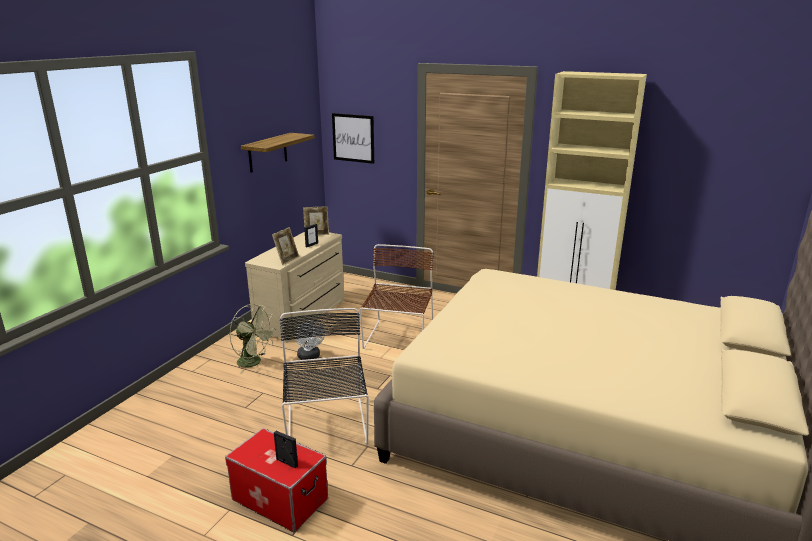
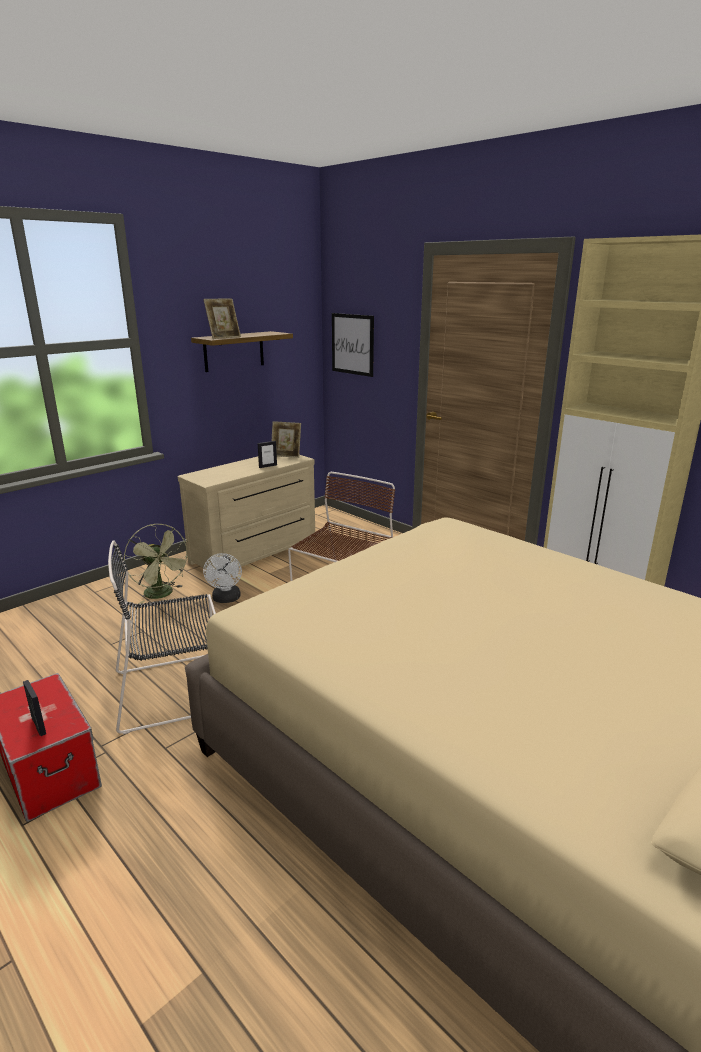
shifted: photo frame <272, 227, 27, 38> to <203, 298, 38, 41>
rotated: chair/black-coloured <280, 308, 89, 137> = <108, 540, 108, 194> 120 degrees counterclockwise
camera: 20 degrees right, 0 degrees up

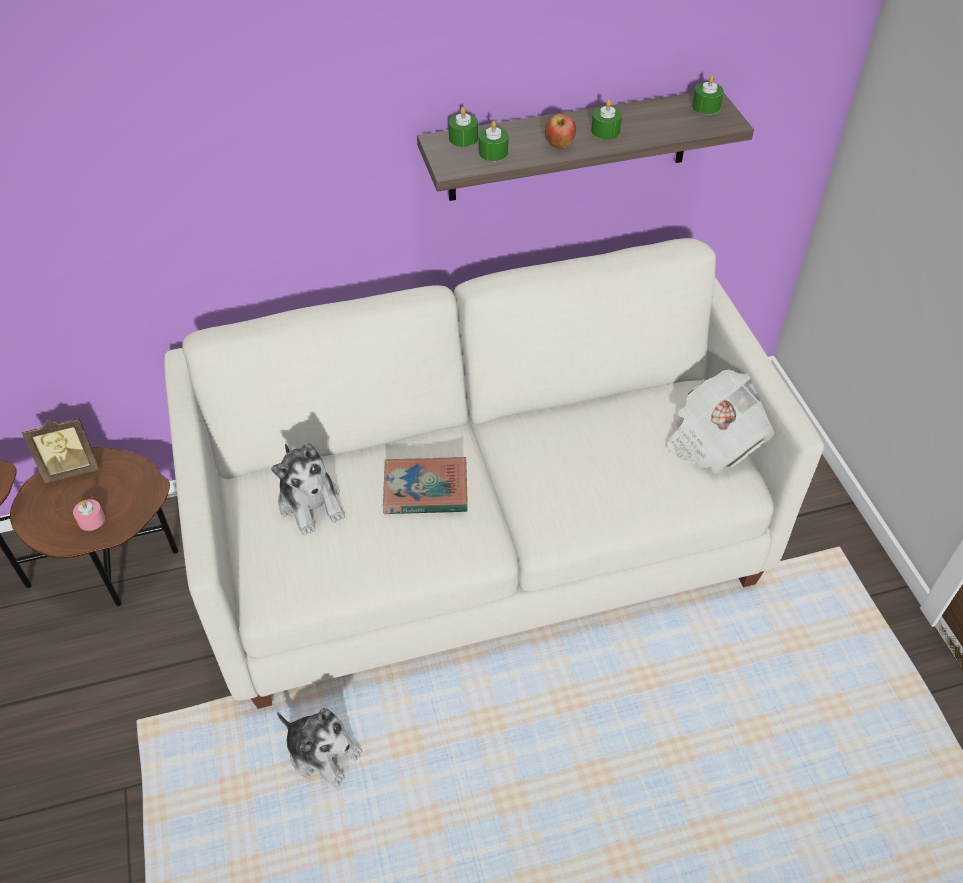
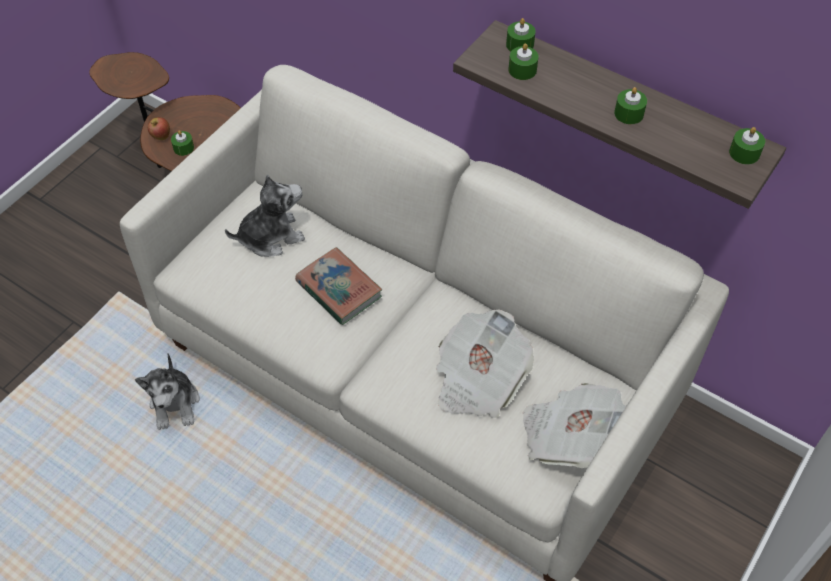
gone: photo frame <22, 418, 78, 65>
new: daily paper <436, 309, 98, 109>
shifted: apple <545, 114, 31, 35> to <148, 117, 22, 23>
repainted: wax light/pink <73, 499, 32, 32> to wax light/green-coloured <171, 130, 23, 26>
rotated: soft toy <271, 443, 74, 92> = <225, 174, 80, 83> 135 degrees counterclockwise
camera: 50 degrees right, 5 degrees up

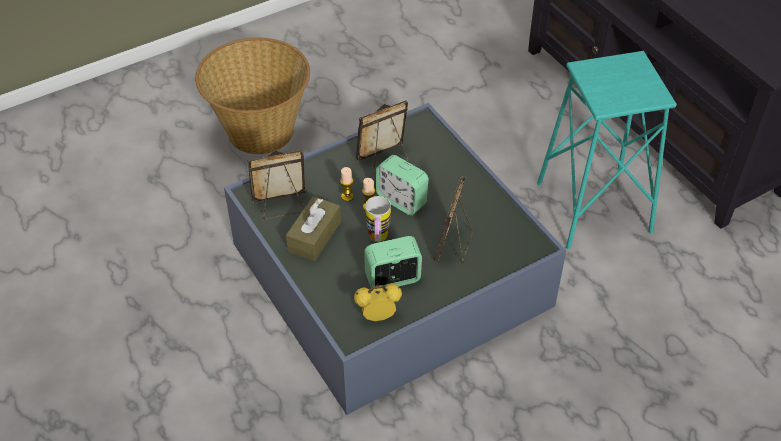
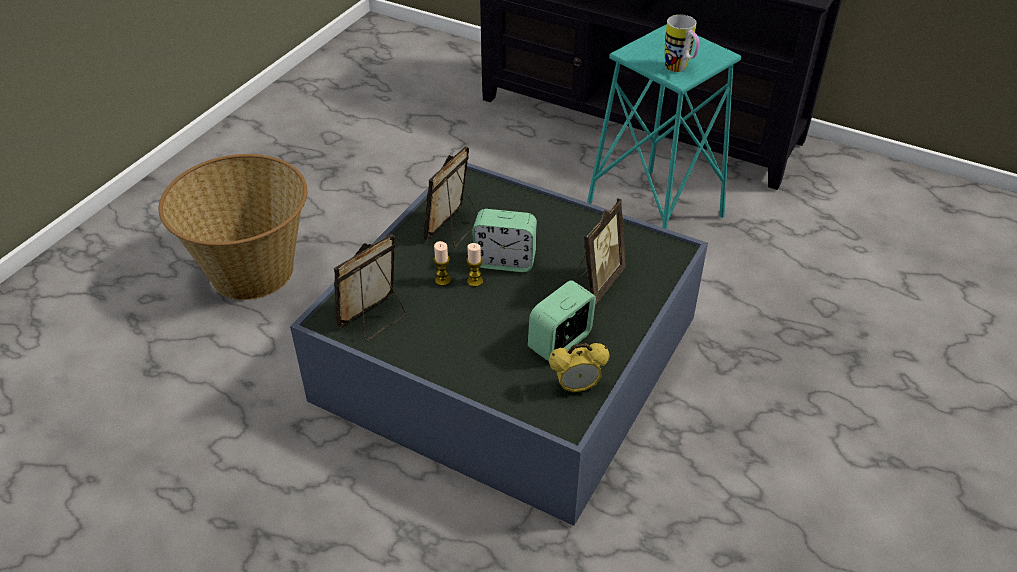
gone: tissue holder/brown <286, 196, 55, 65>
shifted: coffee mug <365, 196, 26, 46> to <665, 15, 34, 57>
rotated: photo frame <434, 176, 39, 87> = <573, 198, 53, 107> 135 degrees counterclockwise; bedside clock <354, 284, 48, 37> = <549, 343, 61, 50> 150 degrees counterclockwise
camera: 30 degrees left, 5 degrees down

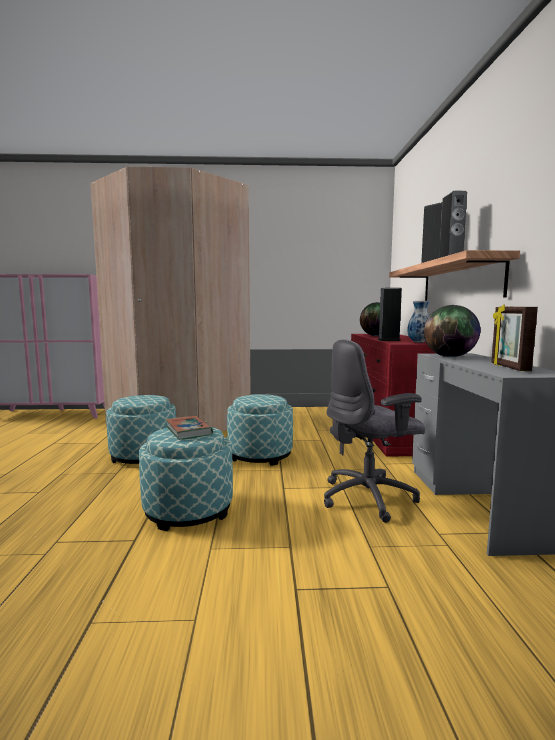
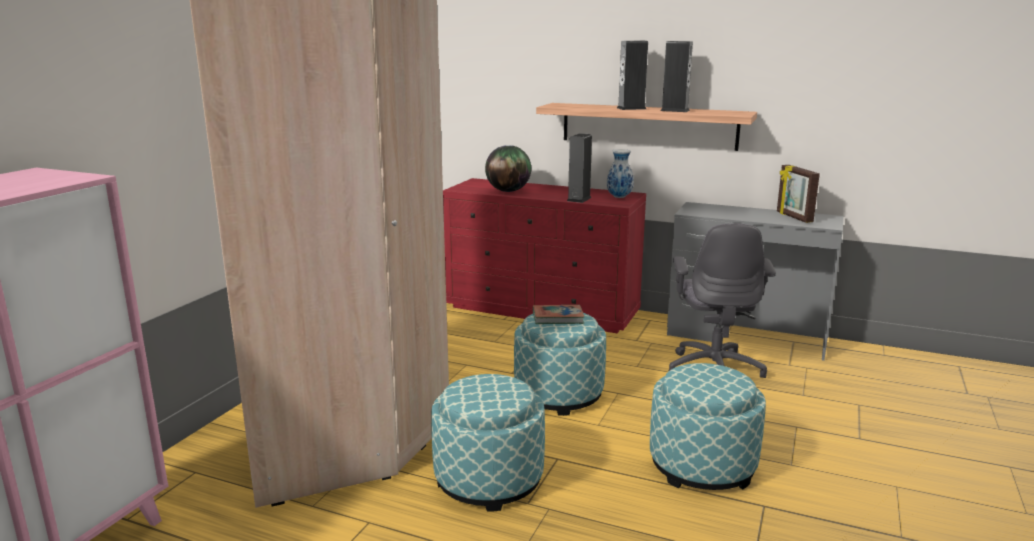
gone: world globe <424, 305, 56, 52>
shifted: book <165, 416, 48, 24> to <533, 305, 51, 19>
rotated: photo frame <491, 305, 47, 66> = <777, 165, 43, 58> 45 degrees clockwise
camera: 65 degrees left, 10 degrees up

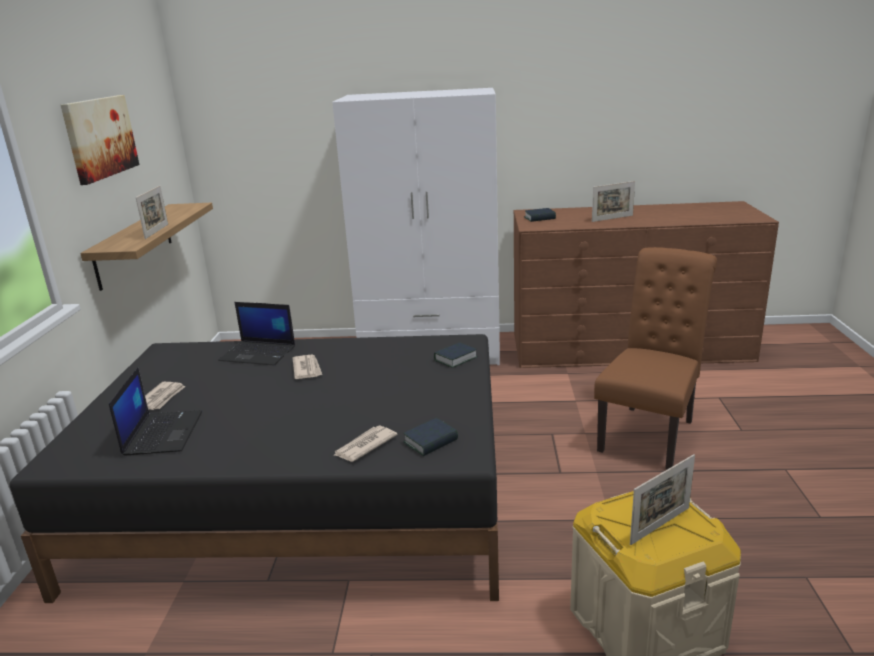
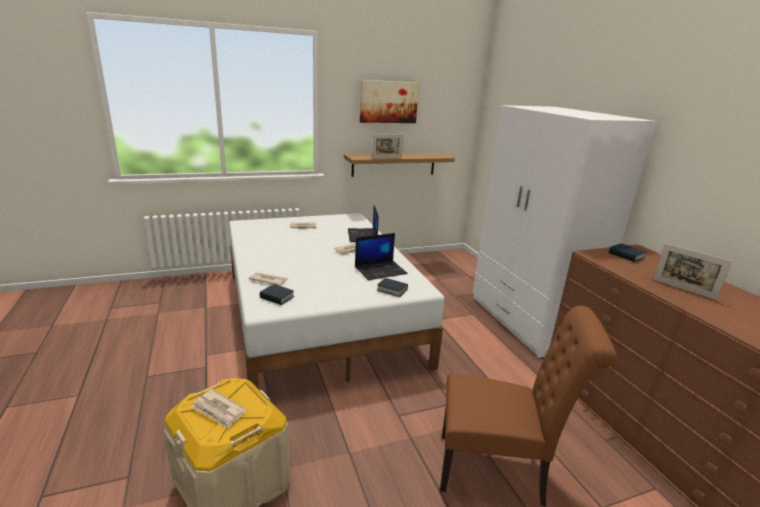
shifted: notebook computer <109, 367, 93, 89> to <355, 233, 53, 47>
swapped: photo frame <630, 454, 65, 91> to daily paper <191, 389, 56, 40>
repainted: bed/black-coloured <9, 334, 490, 269> to bed/white <229, 213, 216, 176>
camera: 65 degrees right, 0 degrees up

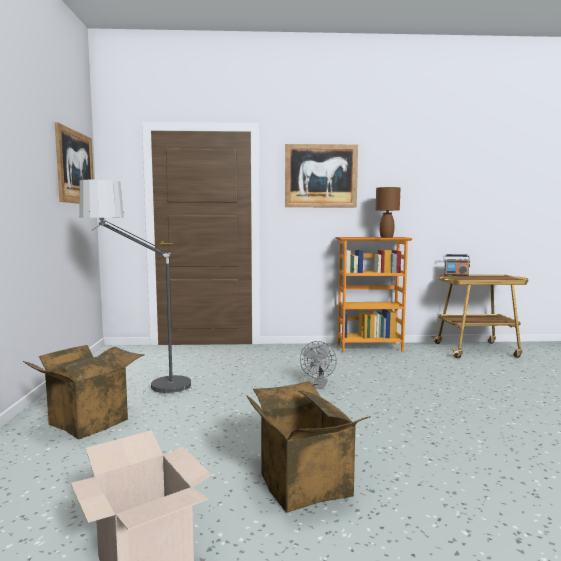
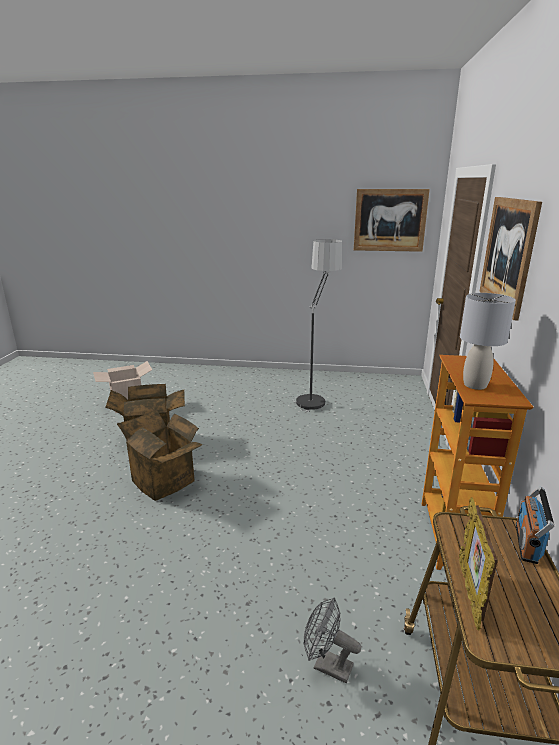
new: photo frame <459, 497, 39, 133>
shifted: electric fan/greyish <300, 341, 37, 48> to <303, 598, 58, 85>; packing box <23, 345, 122, 94> to <117, 409, 86, 92>
repainted: tabletop lamp/brown <376, 187, 24, 51> to tabletop lamp/greyish <460, 293, 56, 97>
camera: 100 degrees right, 15 degrees up

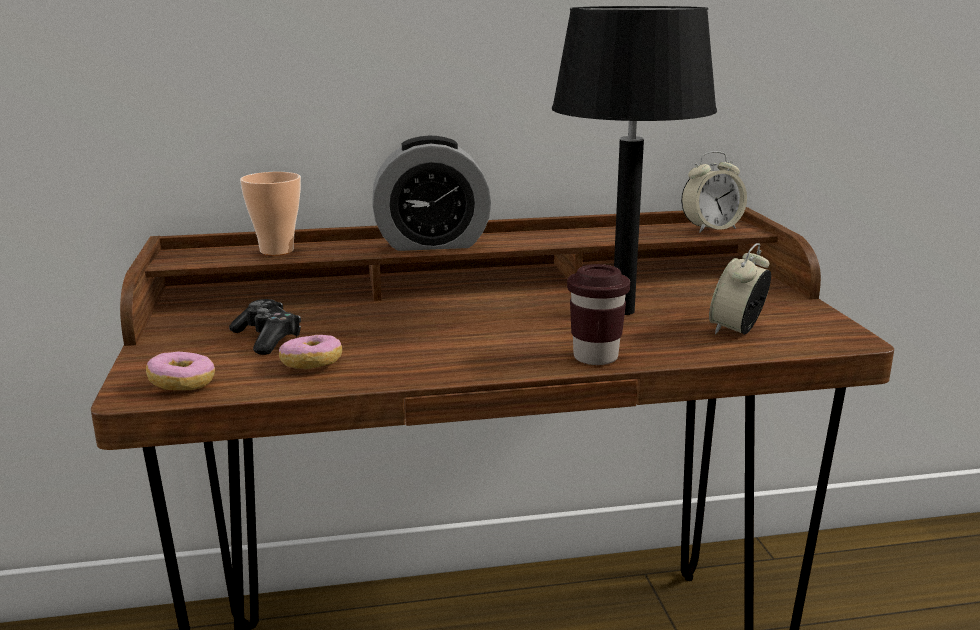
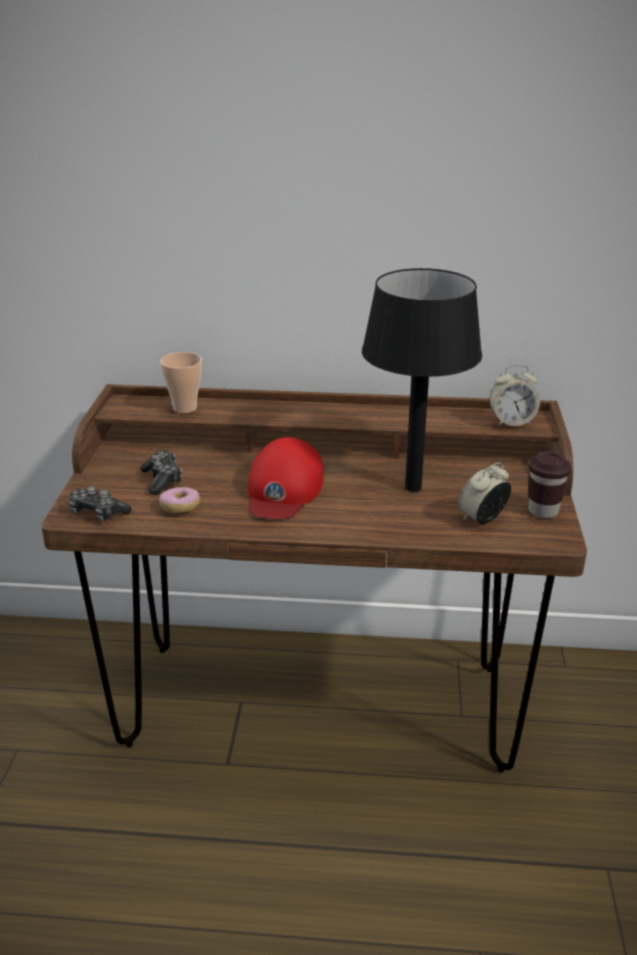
gone: bedside clock <372, 136, 119, 115>
new: peaked cap/reddish <248, 437, 76, 82>
shifted: cup/brown <567, 264, 63, 101> to <528, 451, 44, 67>
swapped: doughnut <146, 352, 69, 38> to joypad <68, 486, 64, 35>
camera: 15 degrees right, 10 degrees up

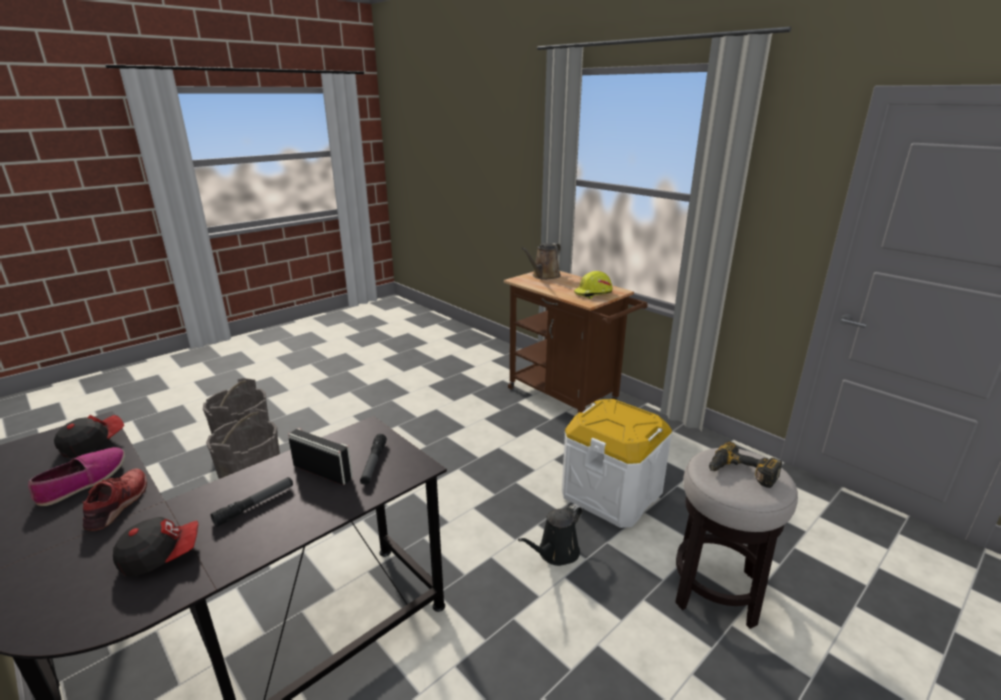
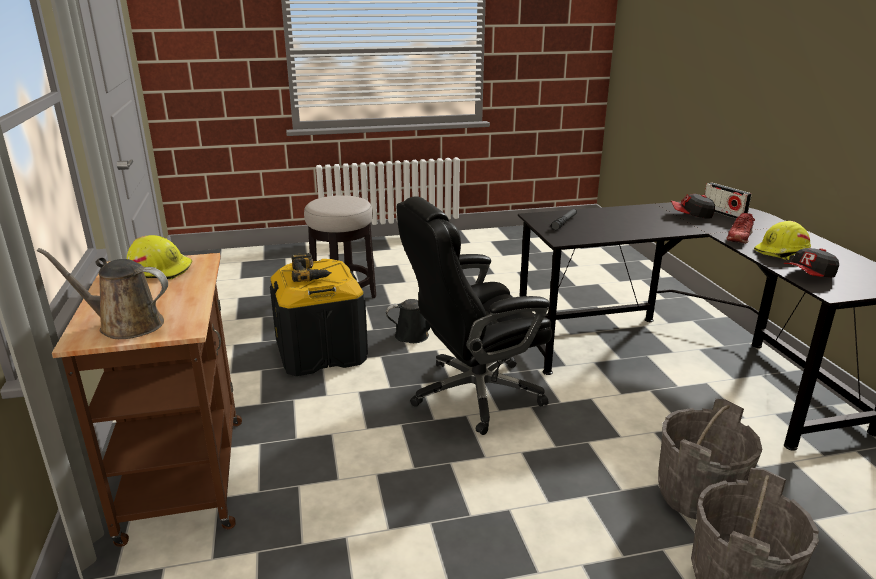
gone: flashlight <211, 477, 82, 50>
new: desk chair/black-coloured <397, 196, 155, 239>
shifted: radio receiver <288, 428, 65, 57> to <705, 182, 47, 37>; electric drill <709, 442, 73, 46> to <291, 253, 41, 29>
swapped: shoe <28, 447, 97, 59> to work helmet/yellowish <754, 221, 57, 39>
repainted: storage container/white <562, 399, 110, 129> to storage container/black-coloured <270, 259, 98, 117>
rotated: watering can/brown <521, 243, 40, 37> = <37, 248, 131, 91> 150 degrees counterclockwise
camera: 150 degrees left, 0 degrees up

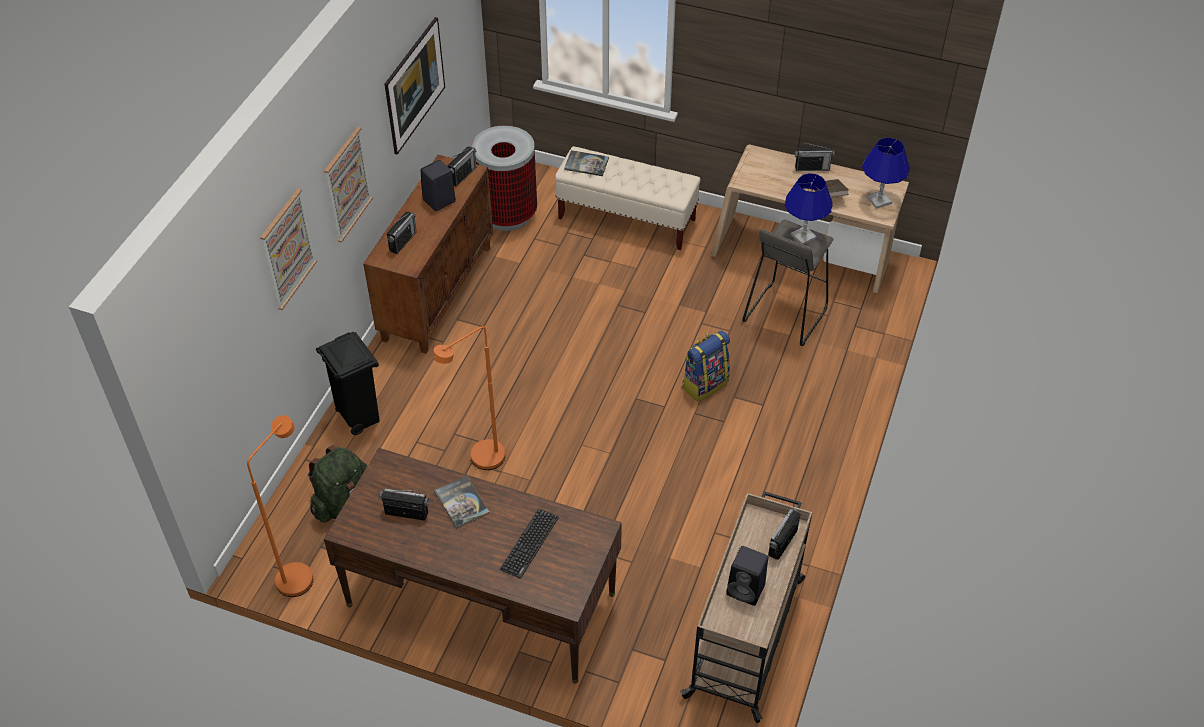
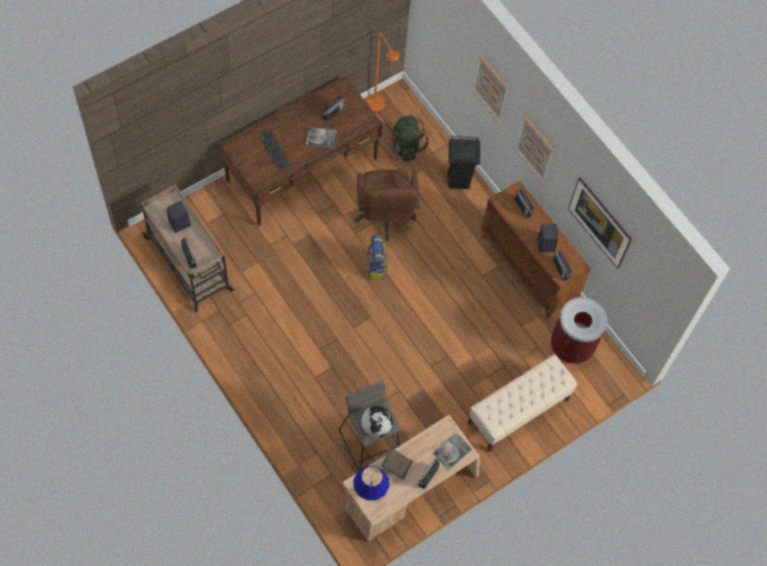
shifted: book <564, 150, 45, 26> to <433, 433, 39, 37>; backpack <682, 330, 48, 72> to <366, 235, 22, 45>
swapped: tabletop lamp/blue-coloured <785, 173, 48, 72> to world globe <361, 406, 32, 32>; standard lamp/orange <432, 326, 73, 144> to desk chair/brown <354, 169, 66, 72>
camera: 120 degrees right, 15 degrees up

